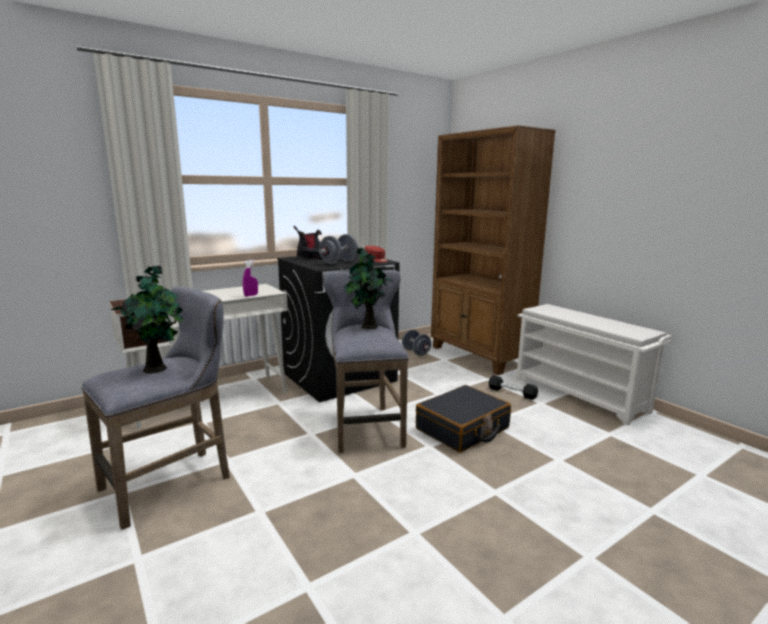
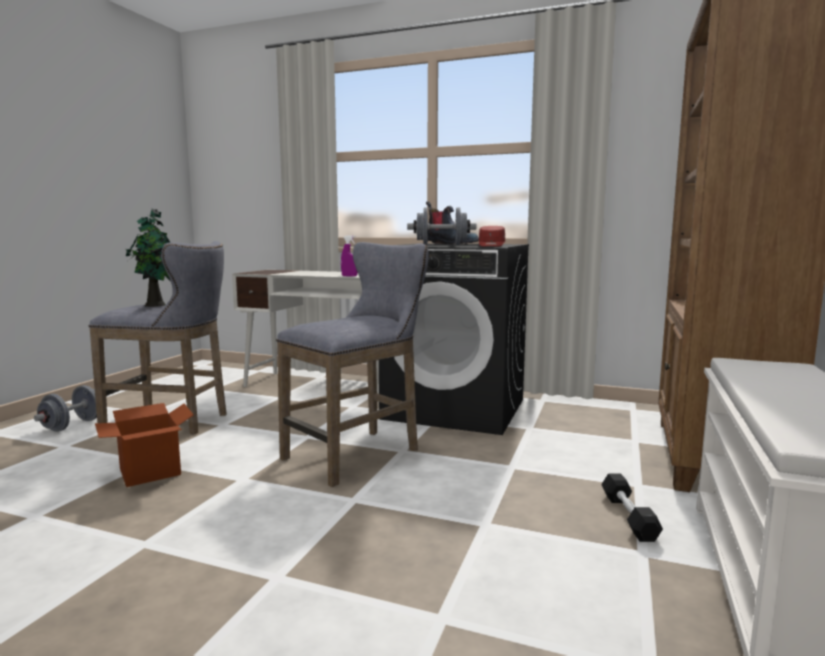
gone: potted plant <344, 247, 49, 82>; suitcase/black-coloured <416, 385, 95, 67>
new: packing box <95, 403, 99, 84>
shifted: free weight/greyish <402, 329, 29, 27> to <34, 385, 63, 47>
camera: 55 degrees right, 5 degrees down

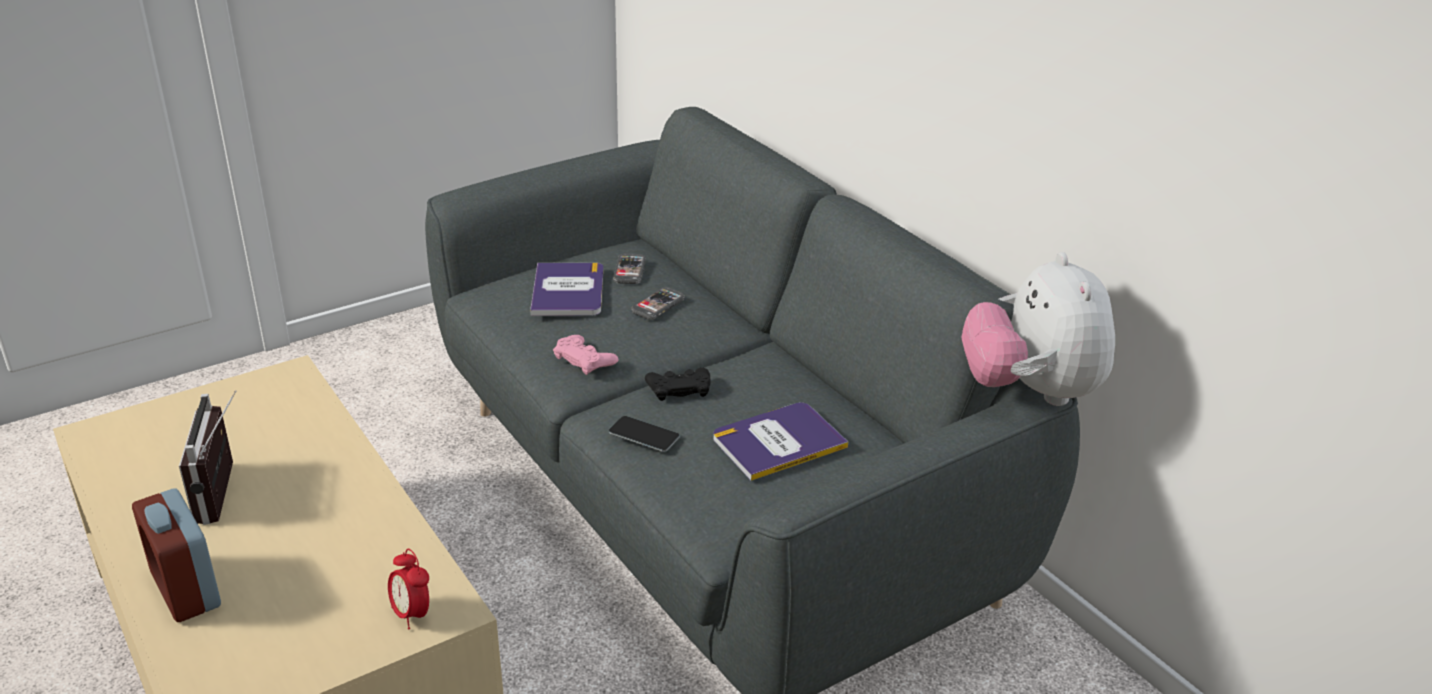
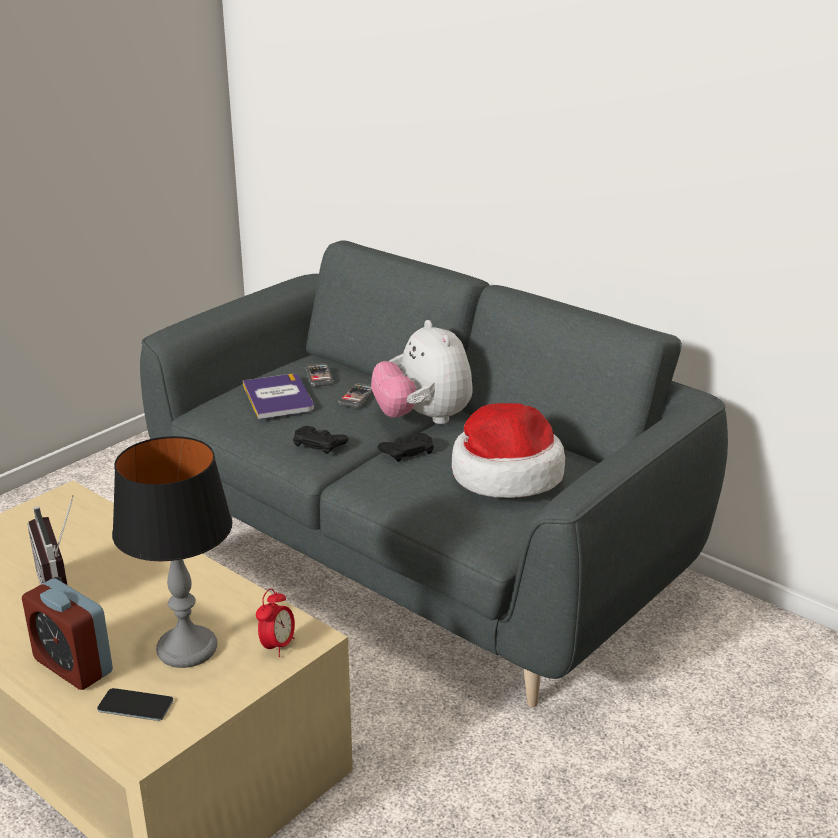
new: tabletop lamp <112, 436, 121, 232>
shifted: soft toy <962, 252, 153, 154> to <371, 320, 102, 104>; telephone <609, 416, 70, 36> to <97, 688, 76, 33>
swapped: book <713, 403, 135, 78> to wearable hat <452, 403, 113, 95>
repainted: joypad/pink <553, 335, 65, 40> to joypad/black-coloured <293, 426, 56, 28>
rotated: bedside clock <388, 549, 41, 81> = <256, 589, 39, 68> 105 degrees counterclockwise
camera: 15 degrees left, 5 degrees down

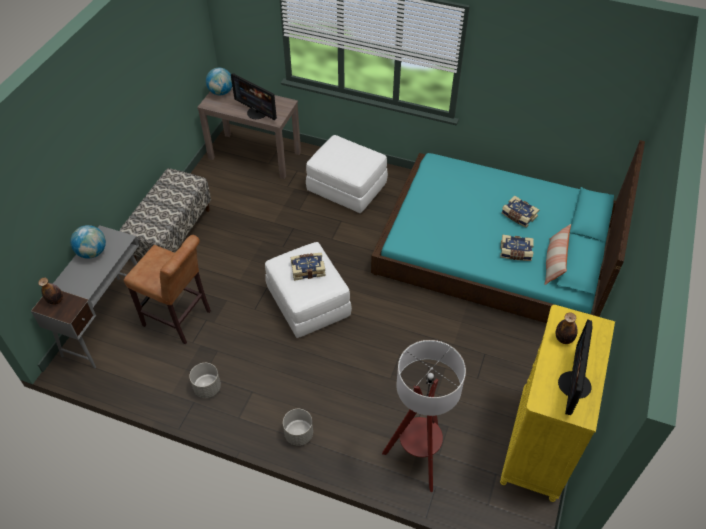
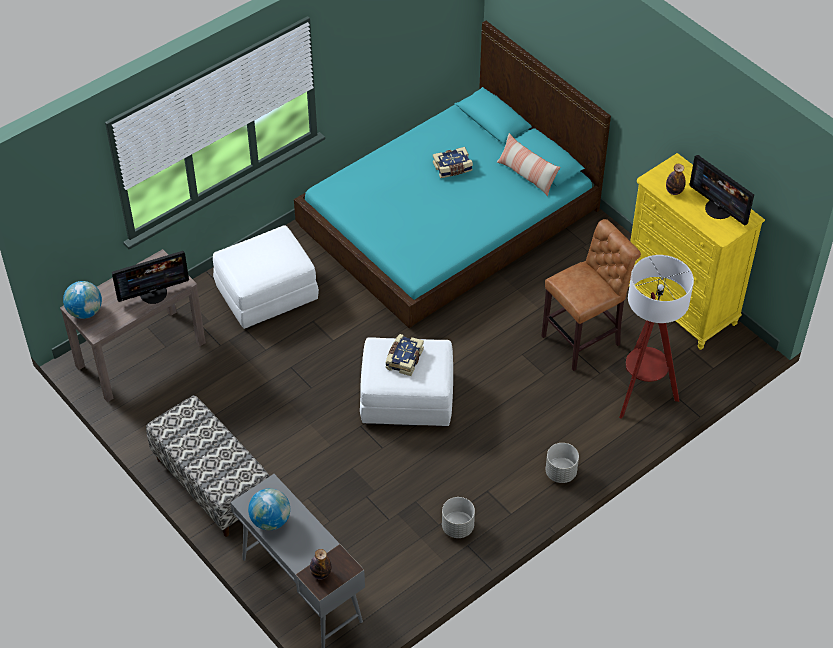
gone: book <500, 235, 34, 26>
shifted: sitting stool/brown <124, 235, 87, 109> to <541, 219, 100, 152>
camera: 60 degrees left, 0 degrees up

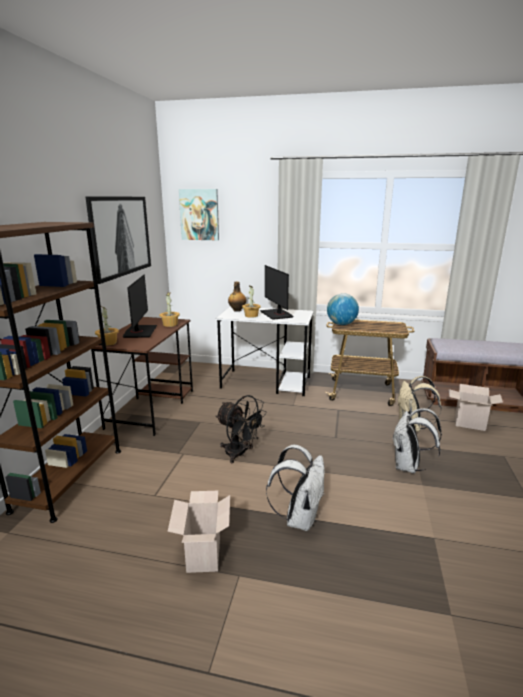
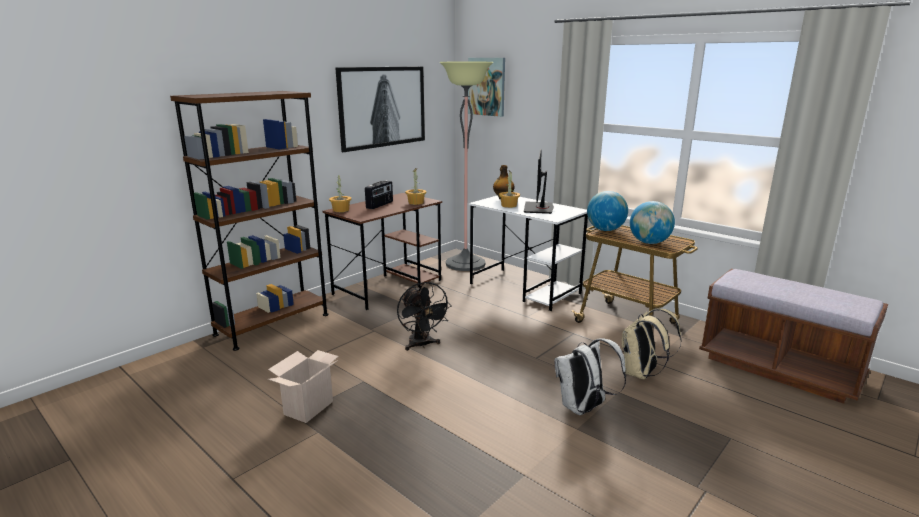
gone: packing box <449, 384, 54, 47>; backpack/white <266, 444, 59, 87>
new: standard lamp <440, 62, 53, 209>; world globe <630, 201, 45, 43>
swapped: monitor <123, 274, 34, 64> to radio receiver <365, 180, 28, 29>
camera: 30 degrees right, 0 degrees up

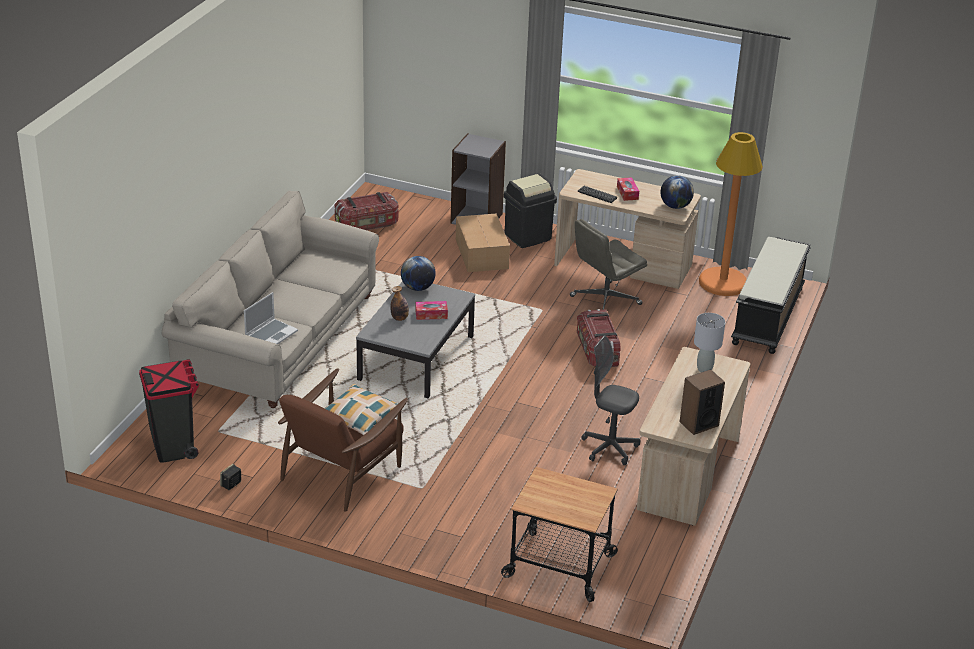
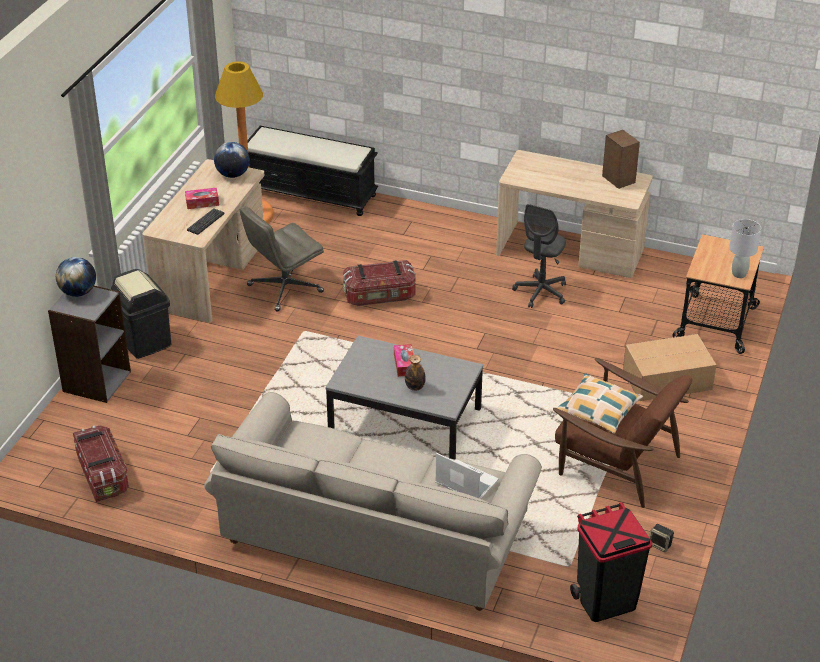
shifted: packing box <456, 214, 54, 58> to <623, 334, 93, 67>; world globe <401, 256, 35, 35> to <56, 257, 40, 40>; tabletop lamp/greyish <694, 313, 31, 59> to <729, 219, 32, 59>
rotated: desk chair/greyish <570, 219, 77, 91> = <240, 206, 84, 106> 90 degrees clockwise
camera: 90 degrees left, 5 degrees up

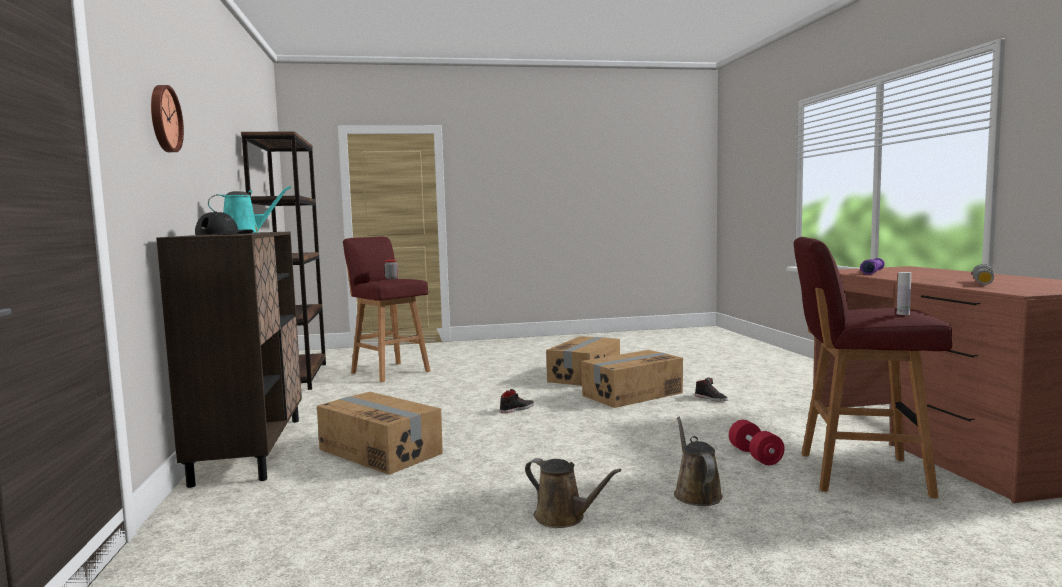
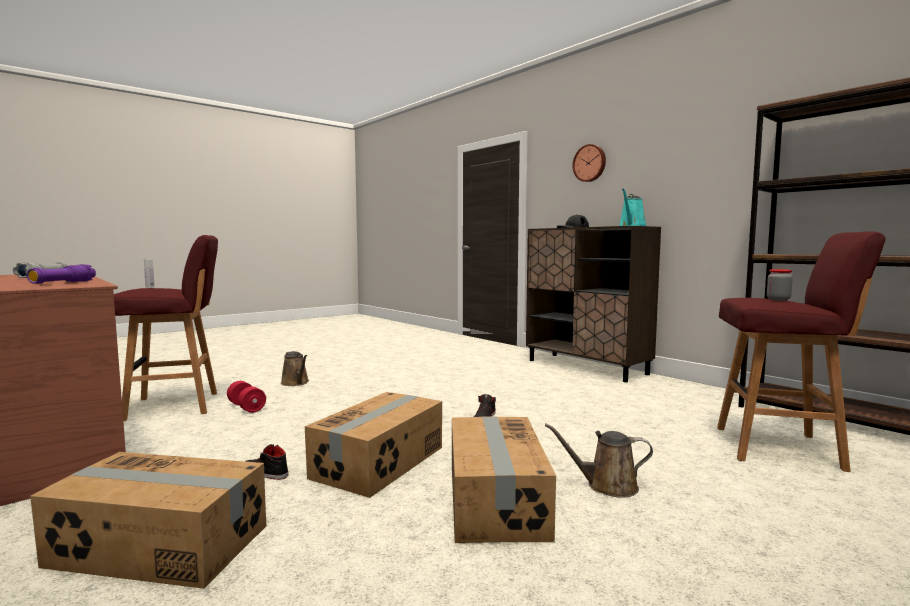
shifted: packing box <317, 392, 126, 83> to <30, 452, 236, 137>; watering can/brown <525, 458, 96, 70> to <545, 423, 108, 75>
camera: 150 degrees right, 0 degrees up

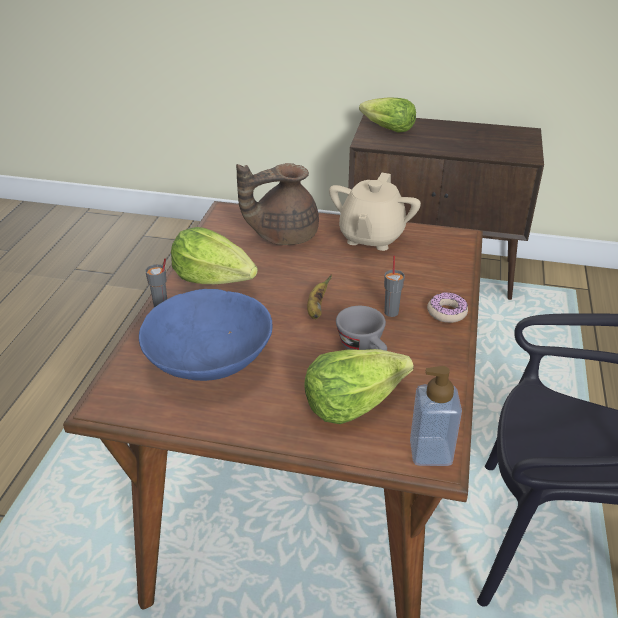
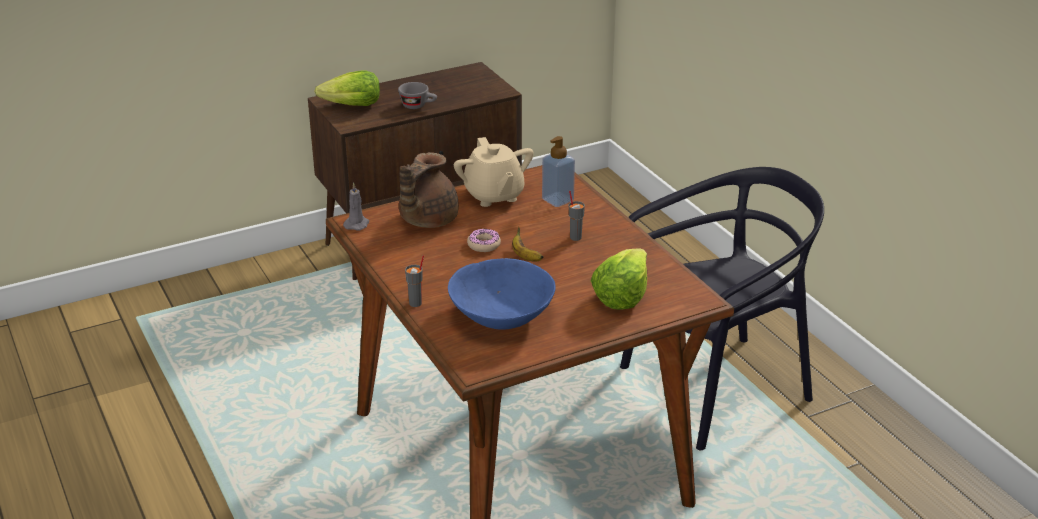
gone: lettuce <171, 227, 87, 57>
new: wax light/greyish <343, 182, 26, 49>
shifted: doughnut <427, 292, 41, 31> to <467, 229, 34, 23>; cup/greyish <336, 306, 51, 45> to <398, 82, 39, 27>; liquid soap bottle <410, 366, 52, 100> to <542, 136, 33, 71>
camera: 40 degrees left, 5 degrees down

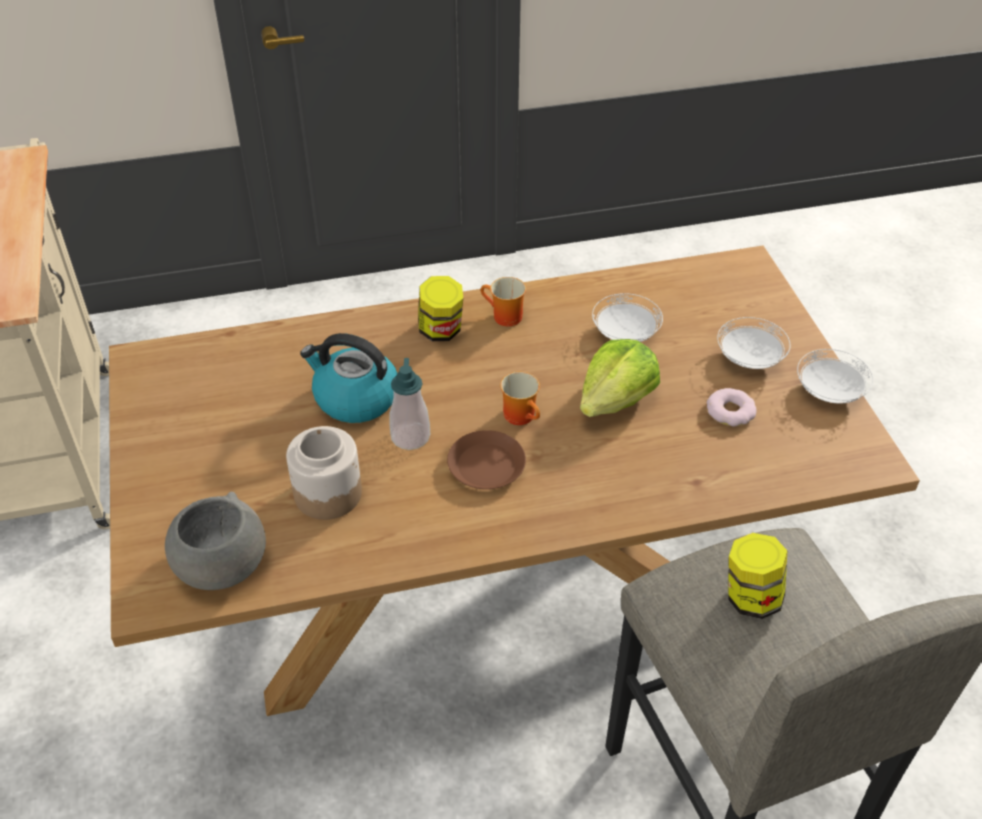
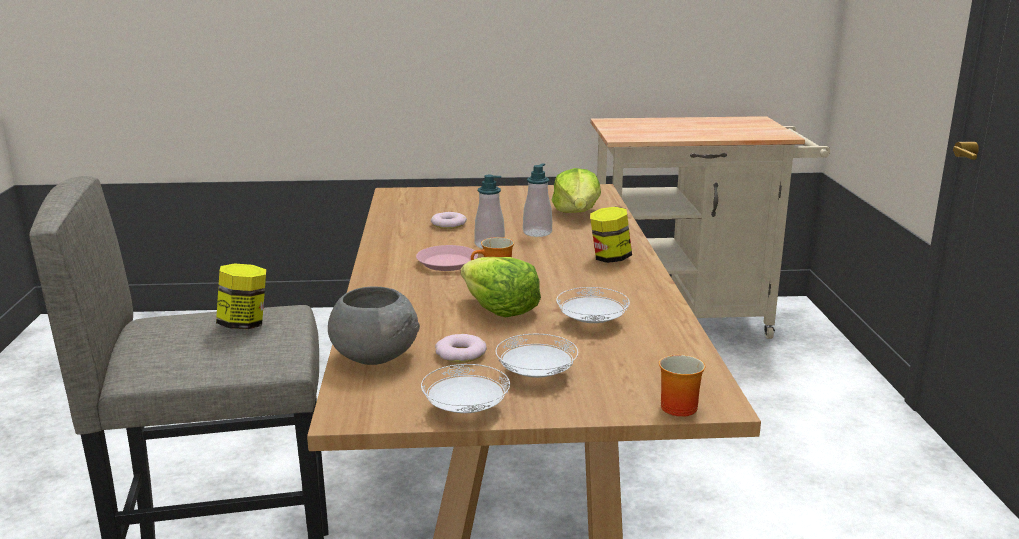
new: lettuce <551, 168, 50, 45>
shifted: coffee mug <481, 277, 45, 50> to <659, 355, 46, 62>; deep dish/greyish <165, 492, 101, 98> to <328, 287, 92, 78>
swapped: tea kettle <300, 333, 97, 90> to liquid soap bottle <523, 163, 29, 74>; storage jar <286, 426, 76, 94> to doughnut <431, 212, 36, 17>
repainted: dinner plate/brown <447, 430, 79, 59> to dinner plate/pink <416, 245, 62, 26>
camera: 100 degrees right, 25 degrees down

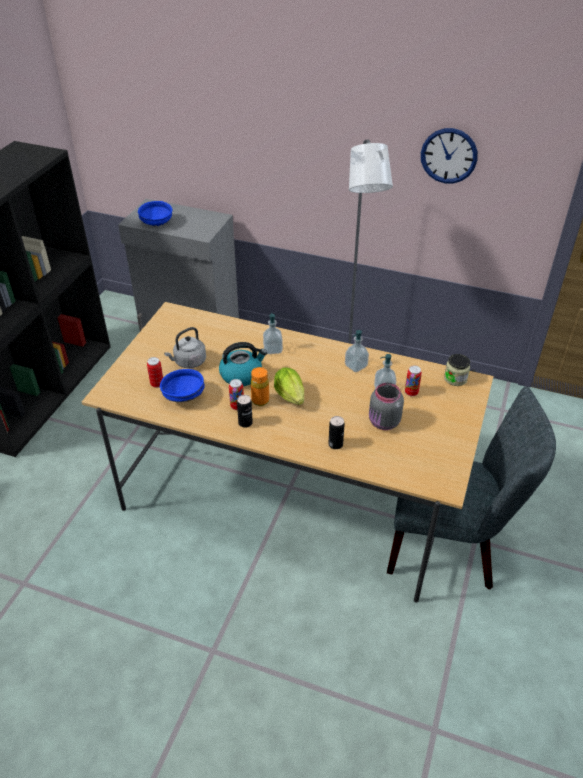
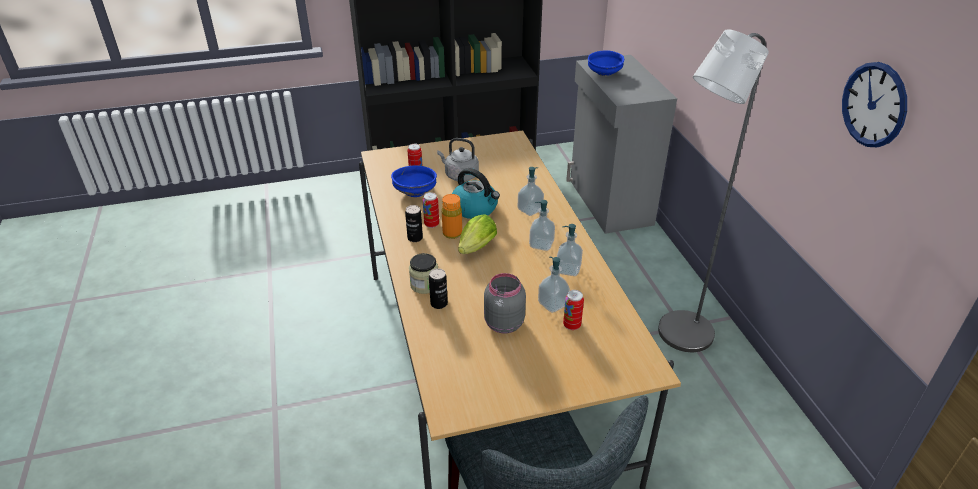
new: liquid soap bottle <529, 200, 26, 51>
shifted: storage jar <444, 354, 26, 32> to <409, 253, 29, 41>
camera: 55 degrees right, 5 degrees down

